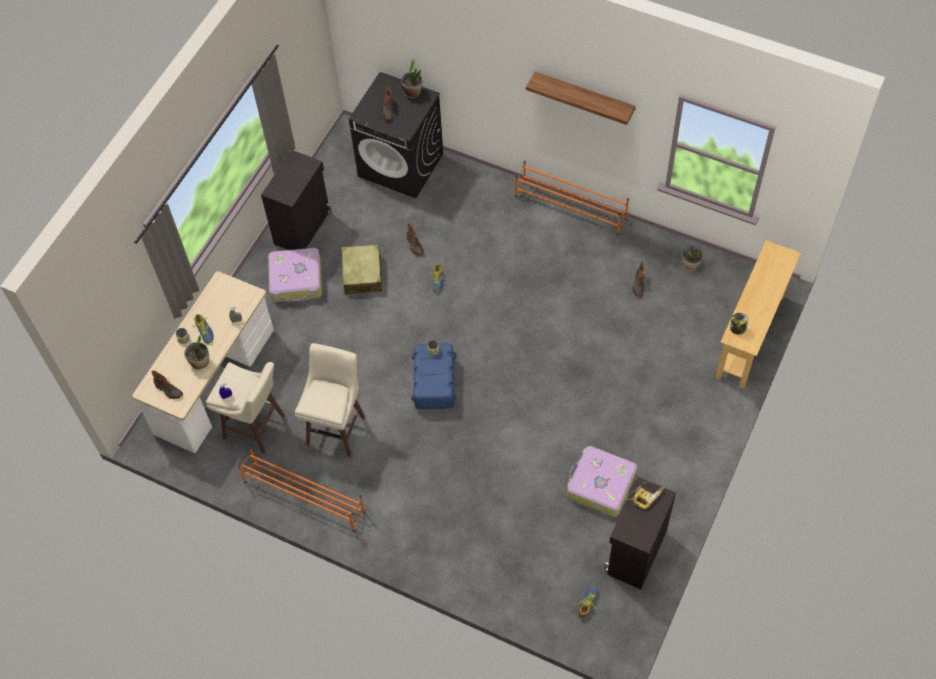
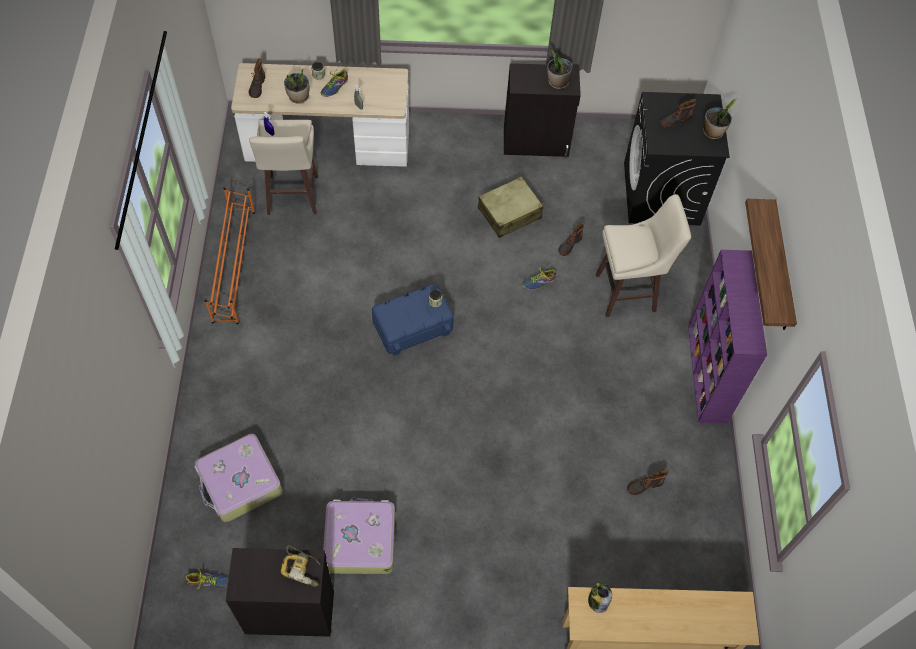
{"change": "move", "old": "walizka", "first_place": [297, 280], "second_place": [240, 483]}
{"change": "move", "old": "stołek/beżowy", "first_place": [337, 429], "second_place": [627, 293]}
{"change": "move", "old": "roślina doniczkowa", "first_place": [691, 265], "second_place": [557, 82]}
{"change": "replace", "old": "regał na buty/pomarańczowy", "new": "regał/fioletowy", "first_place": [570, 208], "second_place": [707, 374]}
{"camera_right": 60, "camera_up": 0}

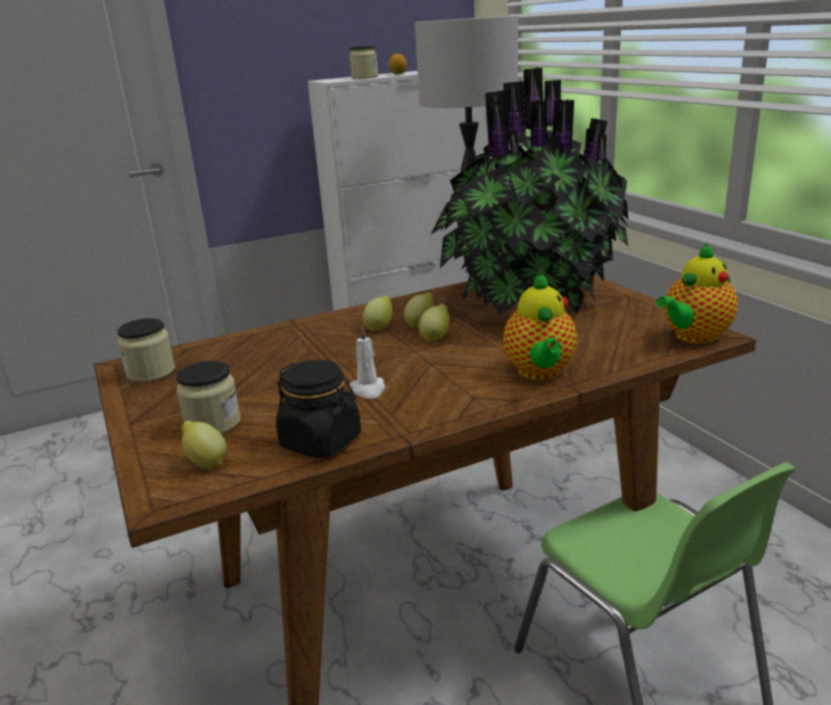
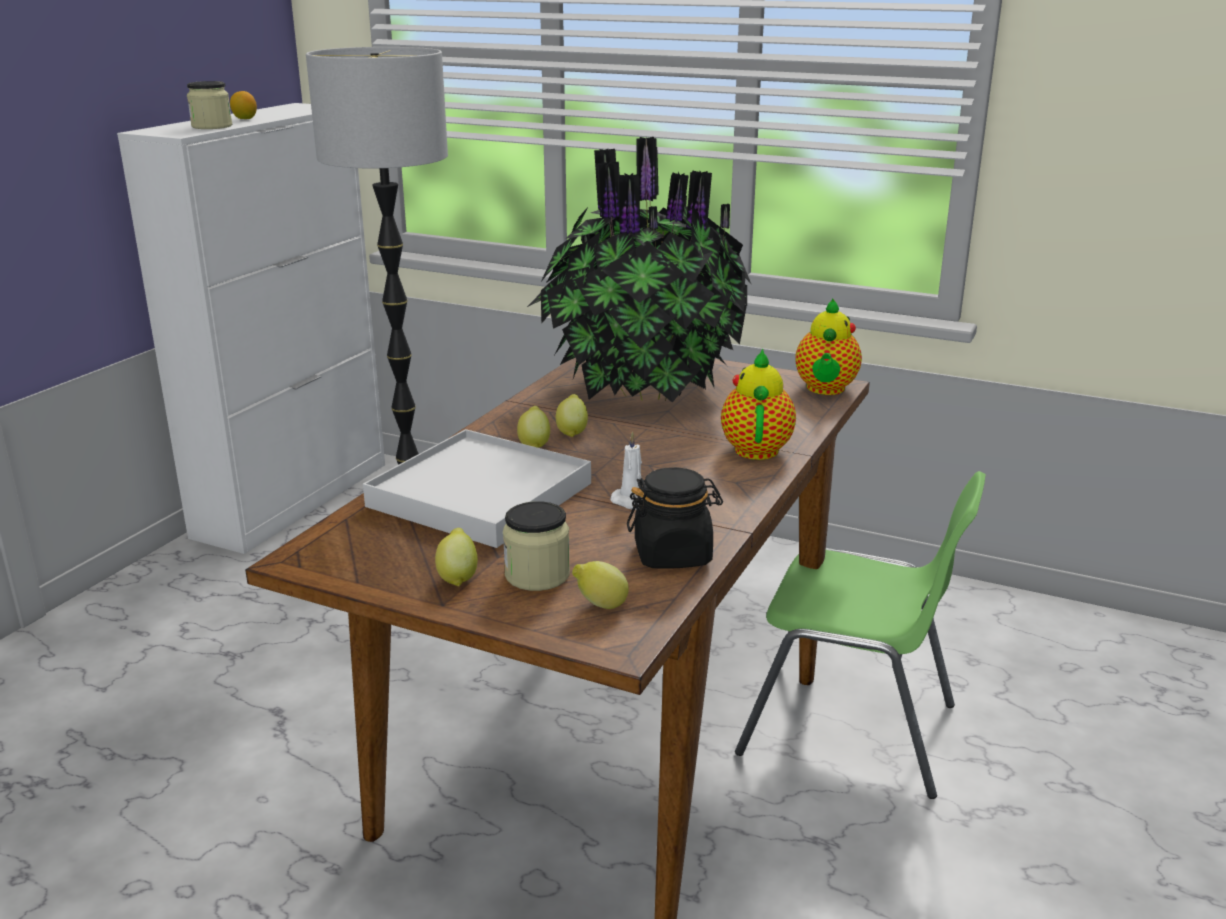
{"change": "delete", "old": "słoik", "first_place": [151, 372]}
{"change": "insert", "new": "taca/biały", "second_place": [479, 495]}
{"change": "move", "old": "cytryna", "first_place": [435, 337], "second_place": [458, 577]}
{"change": "rotate", "old": "imbryk", "first_place": [540, 373], "second_place": [756, 448], "degrees": -135}
{"camera_right": -40, "camera_up": 0}

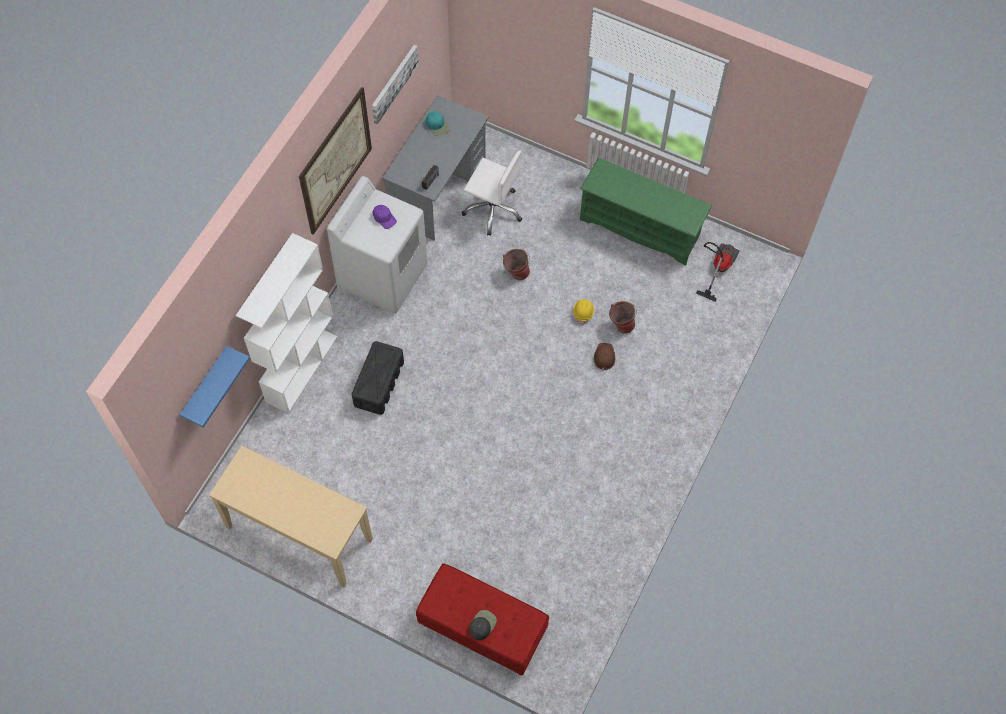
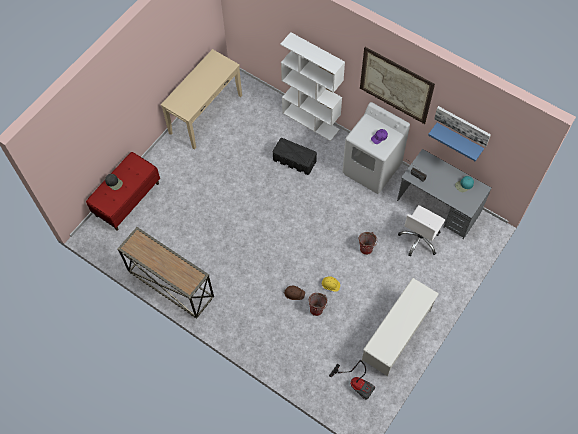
{"change": "insert", "new": "stolik konsolowy", "second_place": [170, 284]}
{"change": "move", "old": "półka/niebieski", "first_place": [206, 386], "second_place": [458, 140]}
{"change": "recolor", "old": "regał na buty/zielony", "new": "regał na buty/biały", "first_place": [640, 227], "second_place": [397, 335]}
{"camera_right": 100, "camera_up": 0}

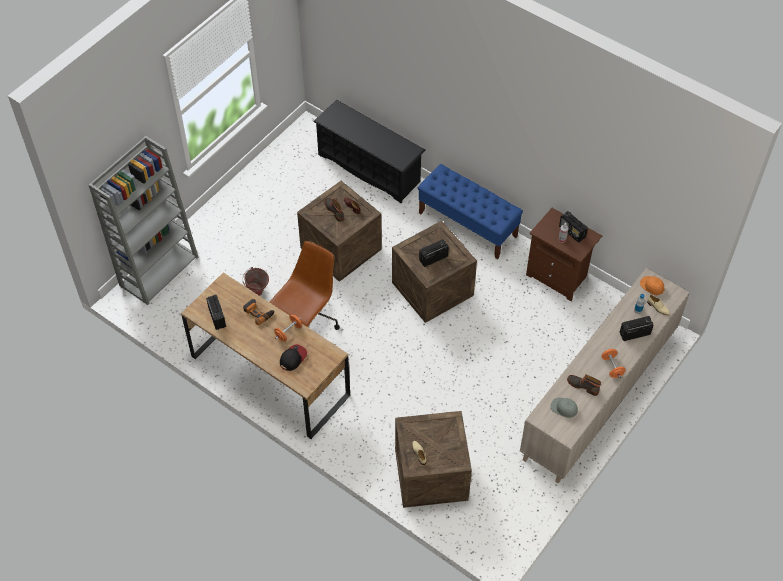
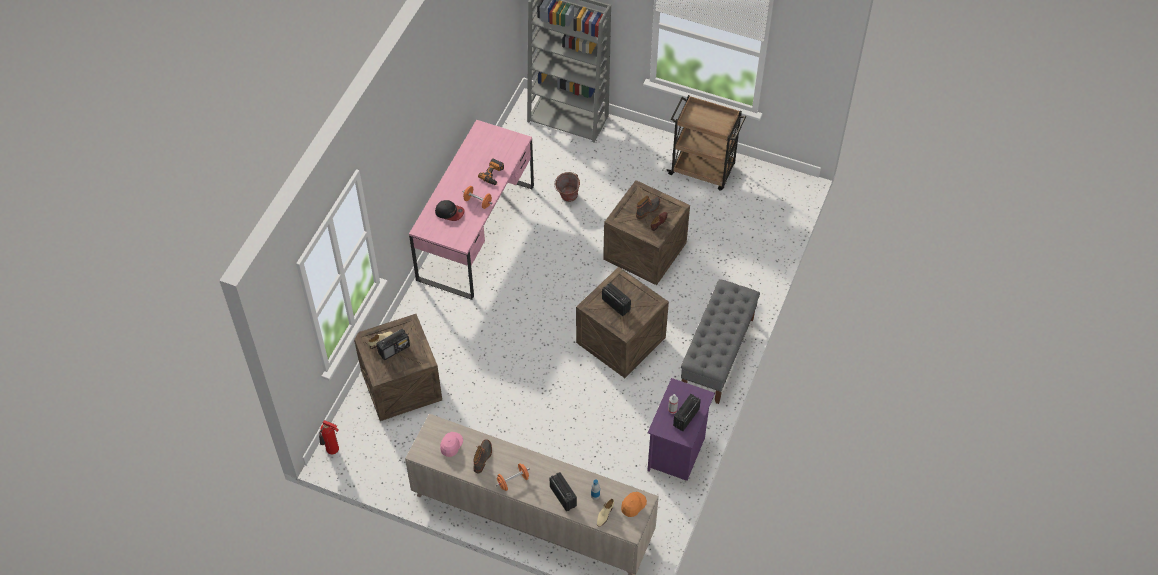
{"change": "delete", "old": "krzesło biurowe/brązowy", "first_place": [307, 322]}
{"change": "delete", "old": "regał na buty/czarny", "first_place": [369, 168]}
{"change": "insert", "new": "gaśnica", "second_place": [332, 450]}
{"change": "insert", "new": "wózek/brązowy", "second_place": [703, 170]}
{"change": "move", "old": "radio", "first_place": [217, 317], "second_place": [394, 349]}
{"change": "recolor", "old": "biurko/brązowy", "new": "biurko/różowy", "first_place": [270, 375], "second_place": [476, 232]}
{"change": "recolor", "old": "ławka/niebieski", "new": "ławka/szary", "first_place": [468, 225], "second_place": [717, 354]}
{"change": "recolor", "old": "szafka nocna/brązowy", "new": "szafka nocna/fioletowy", "first_place": [558, 276], "second_place": [677, 453]}
{"change": "recolor", "old": "czapka z daszkiem/szary", "new": "czapka z daszkiem/różowy", "first_place": [564, 408], "second_place": [451, 445]}
{"camera_right": 75, "camera_up": 0}

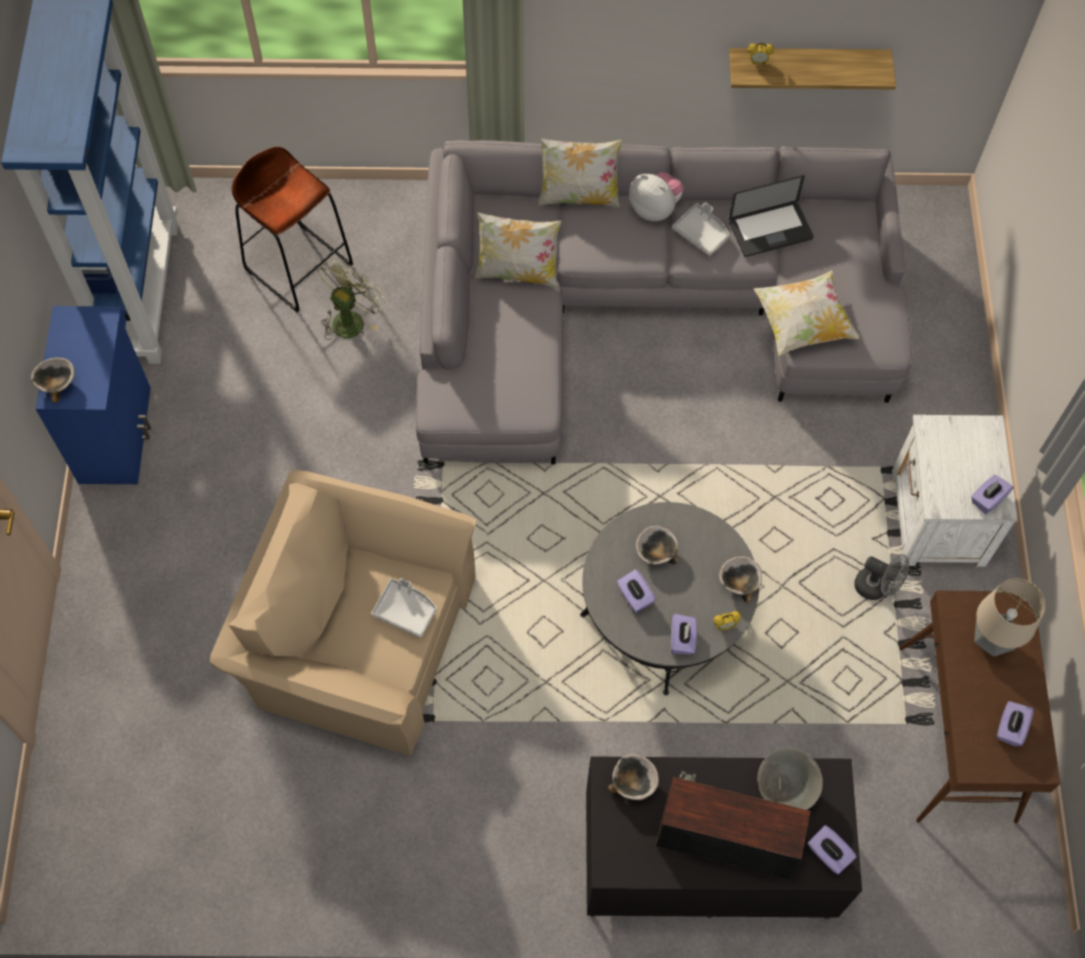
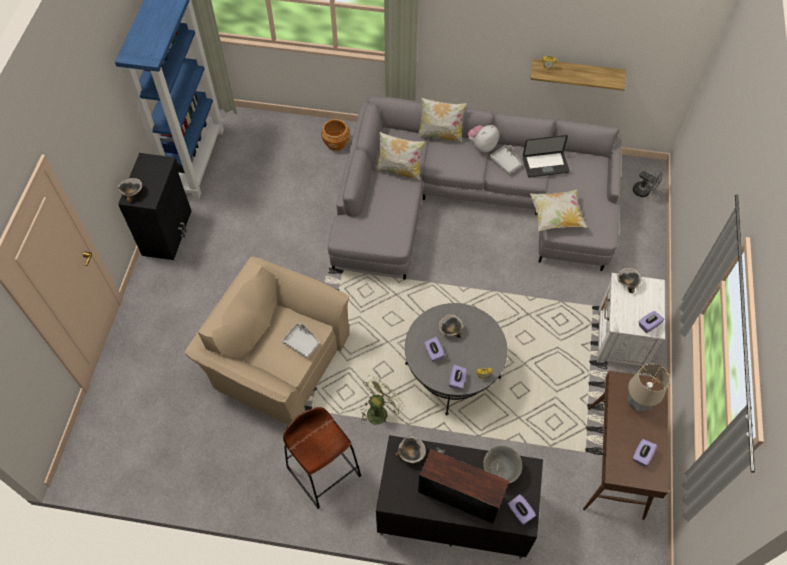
{"change": "insert", "new": "donica/brązowy", "second_place": [336, 143]}
{"change": "move", "old": "stołek/brązowy", "first_place": [298, 266], "second_place": [324, 471]}
{"change": "move", "old": "wentylator/zielony", "first_place": [351, 318], "second_place": [379, 410]}
{"change": "move", "old": "miska", "first_place": [738, 582], "second_place": [627, 283]}
{"change": "move", "old": "wentylator/szary", "first_place": [877, 587], "second_place": [644, 192]}
{"change": "recolor", "old": "szafka/niebieski", "new": "szafka/czarny", "first_place": [117, 434], "second_place": [168, 232]}
{"change": "rotate", "old": "pluszak", "first_place": [654, 208], "second_place": [482, 146], "degrees": -90}
{"camera_right": 10, "camera_up": -5}

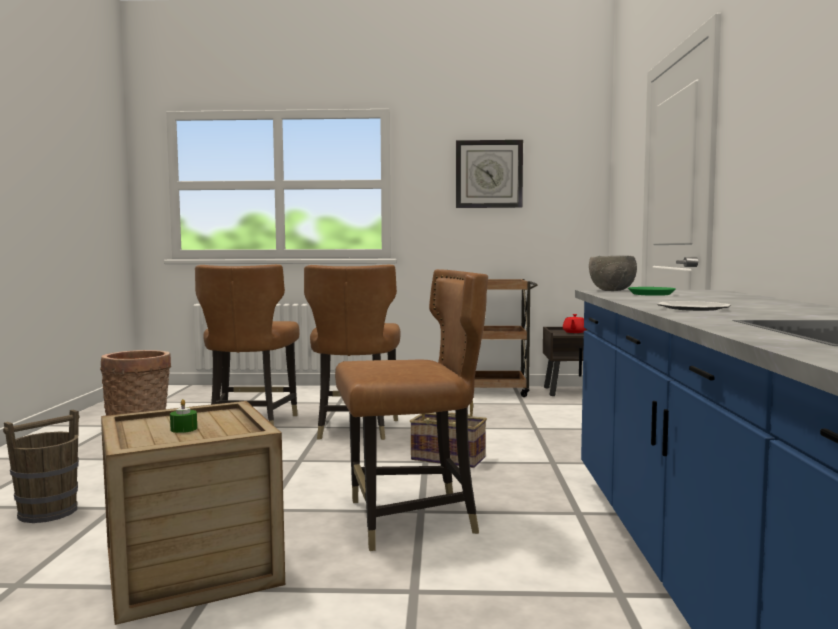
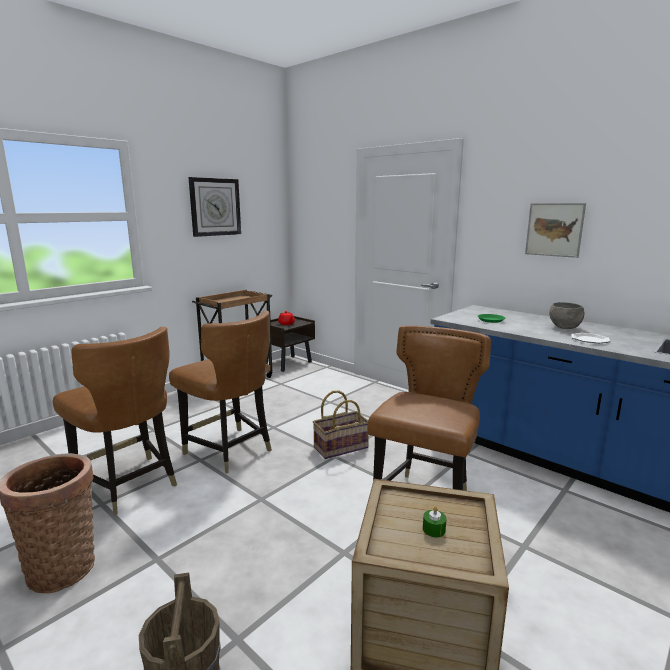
{"change": "insert", "new": "obraz", "second_place": [554, 229]}
{"change": "move", "old": "miska/szary", "first_place": [611, 291], "second_place": [565, 328]}
{"camera_right": -50, "camera_up": 10}

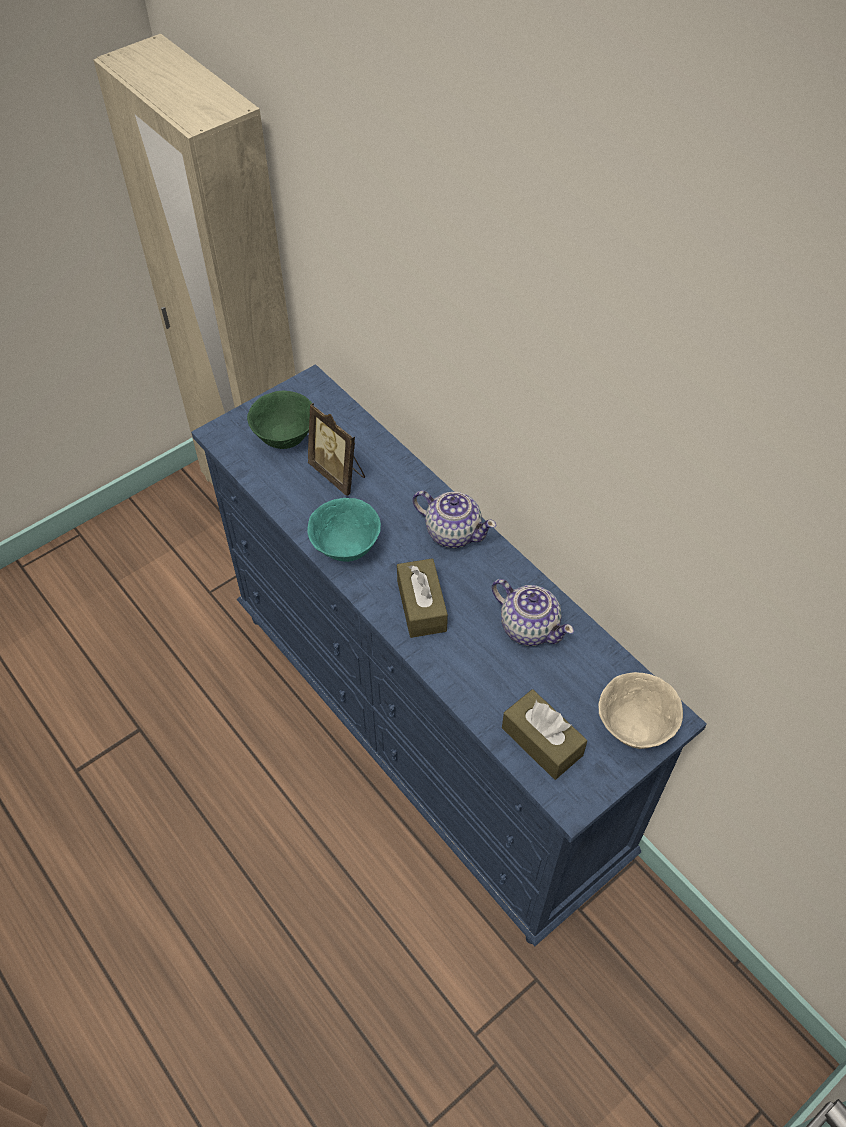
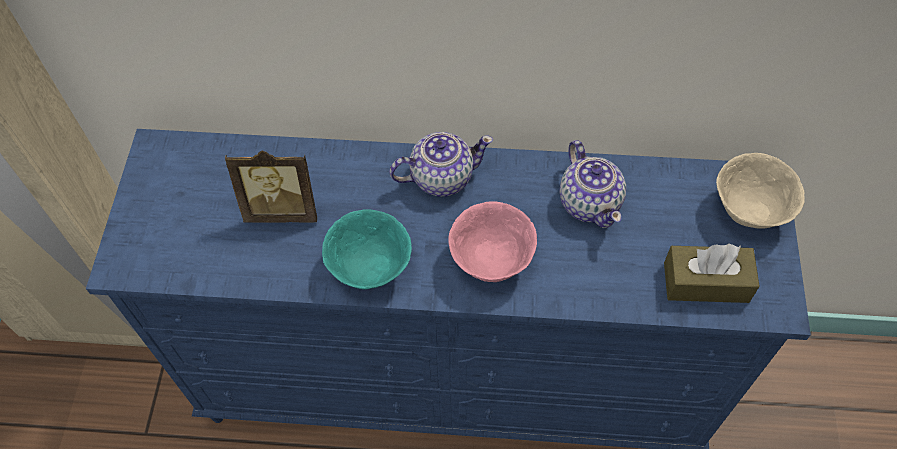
{"change": "delete", "old": "miska/zielony", "first_place": [285, 438]}
{"change": "replace", "old": "pudełko chusteczek/brązowy", "new": "miska/różowy", "first_place": [421, 606], "second_place": [492, 260]}
{"change": "rotate", "old": "imbryk", "first_place": [529, 626], "second_place": [590, 202], "degrees": 75}
{"camera_right": -45, "camera_up": 5}

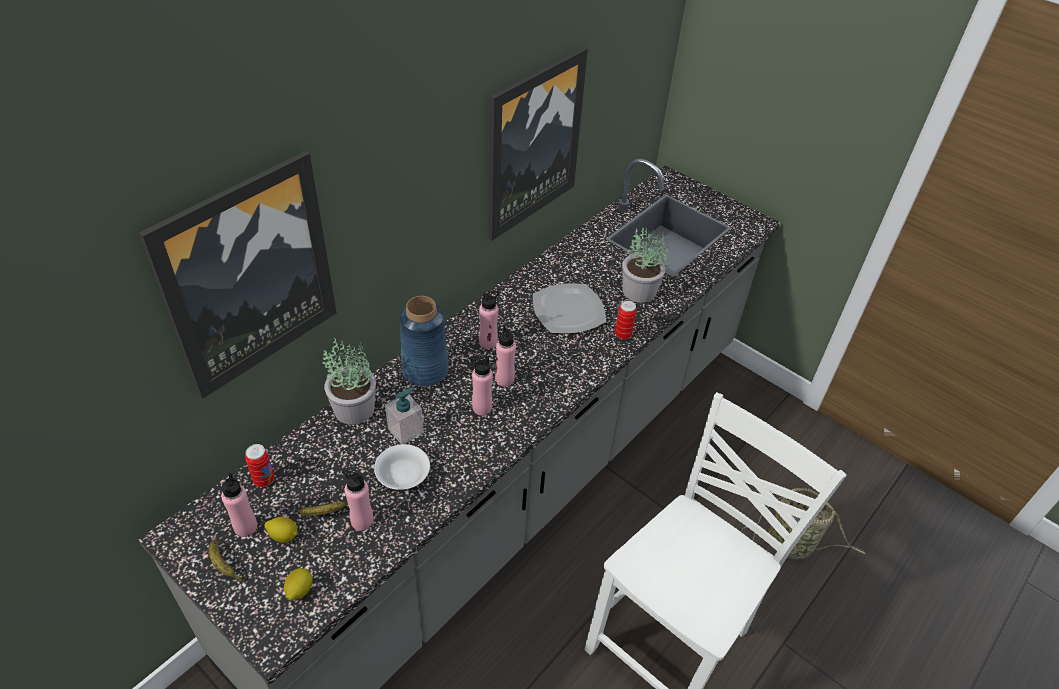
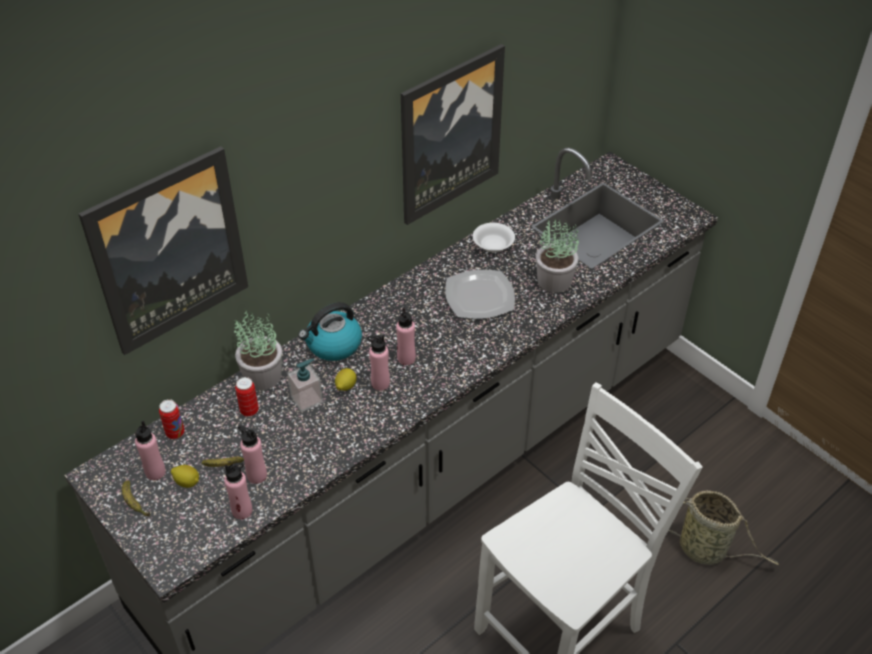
{"change": "move", "old": "cytryna", "first_place": [299, 590], "second_place": [345, 386]}
{"change": "move", "old": "miska/biały", "first_place": [402, 475], "second_place": [492, 245]}
{"change": "move", "old": "butelka/różowy", "first_place": [488, 342], "second_place": [242, 510]}
{"change": "move", "old": "puszka", "first_place": [623, 334], "second_place": [249, 410]}
{"change": "replace", "old": "wazon/niebieski", "new": "czajnik", "first_place": [425, 370], "second_place": [333, 345]}
{"camera_right": 10, "camera_up": 0}

